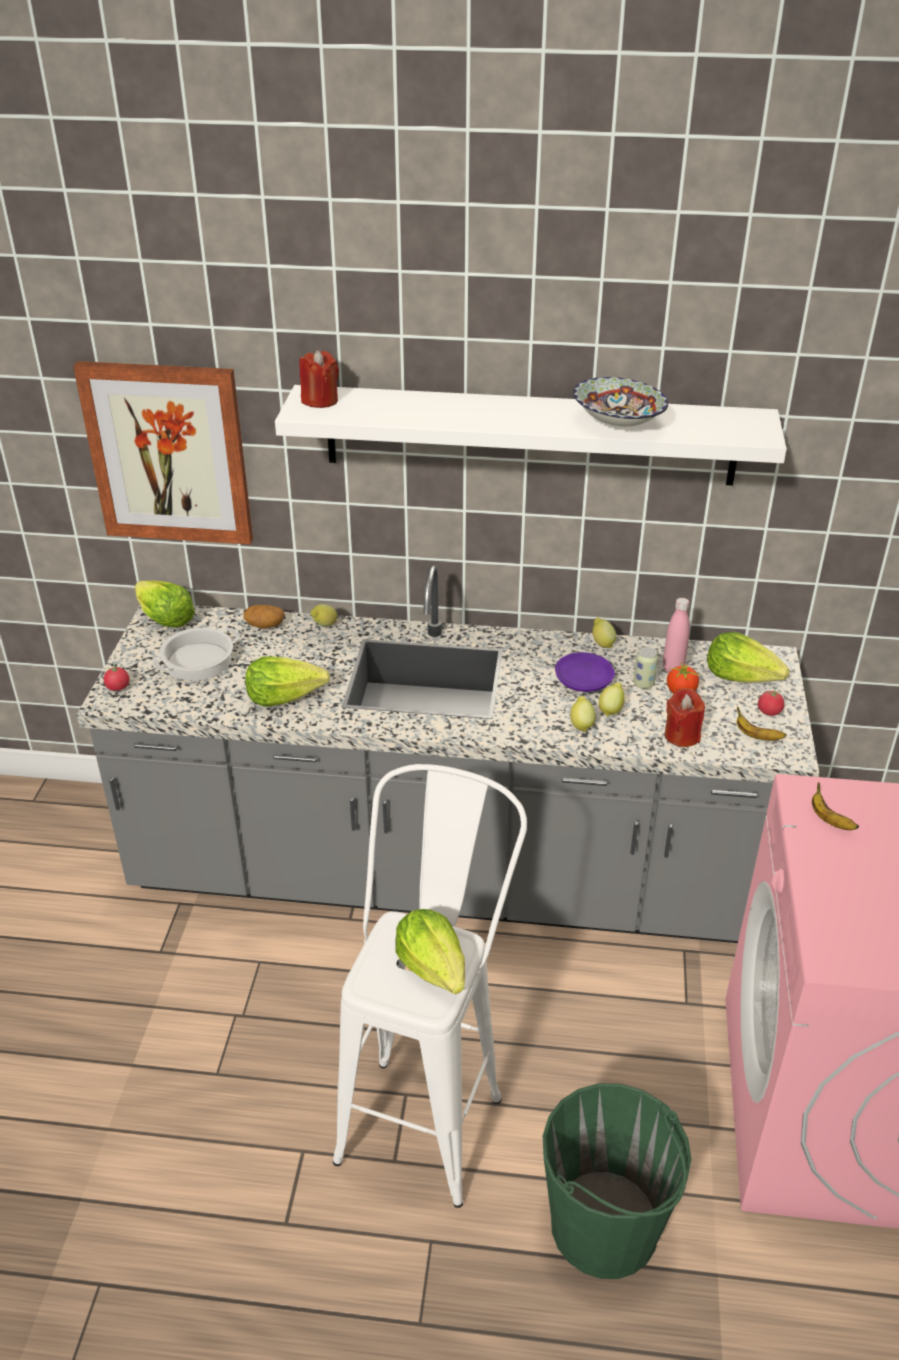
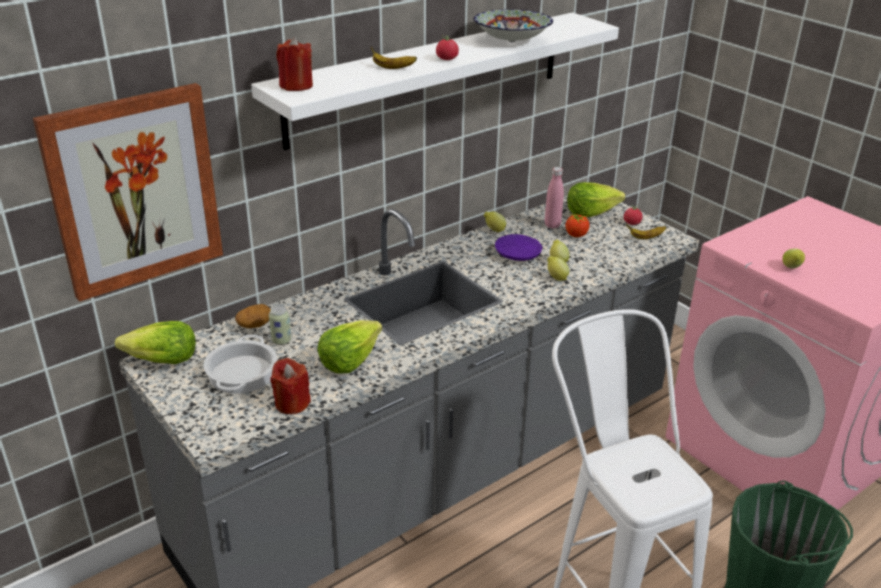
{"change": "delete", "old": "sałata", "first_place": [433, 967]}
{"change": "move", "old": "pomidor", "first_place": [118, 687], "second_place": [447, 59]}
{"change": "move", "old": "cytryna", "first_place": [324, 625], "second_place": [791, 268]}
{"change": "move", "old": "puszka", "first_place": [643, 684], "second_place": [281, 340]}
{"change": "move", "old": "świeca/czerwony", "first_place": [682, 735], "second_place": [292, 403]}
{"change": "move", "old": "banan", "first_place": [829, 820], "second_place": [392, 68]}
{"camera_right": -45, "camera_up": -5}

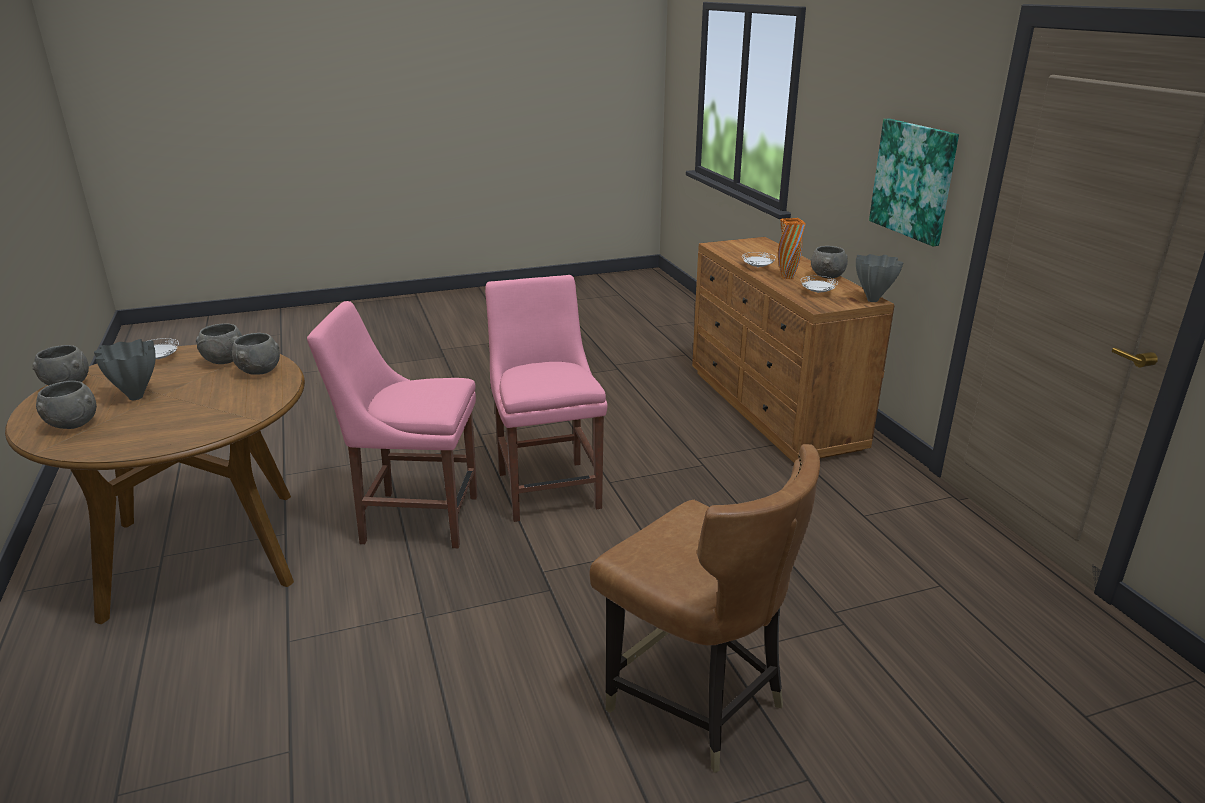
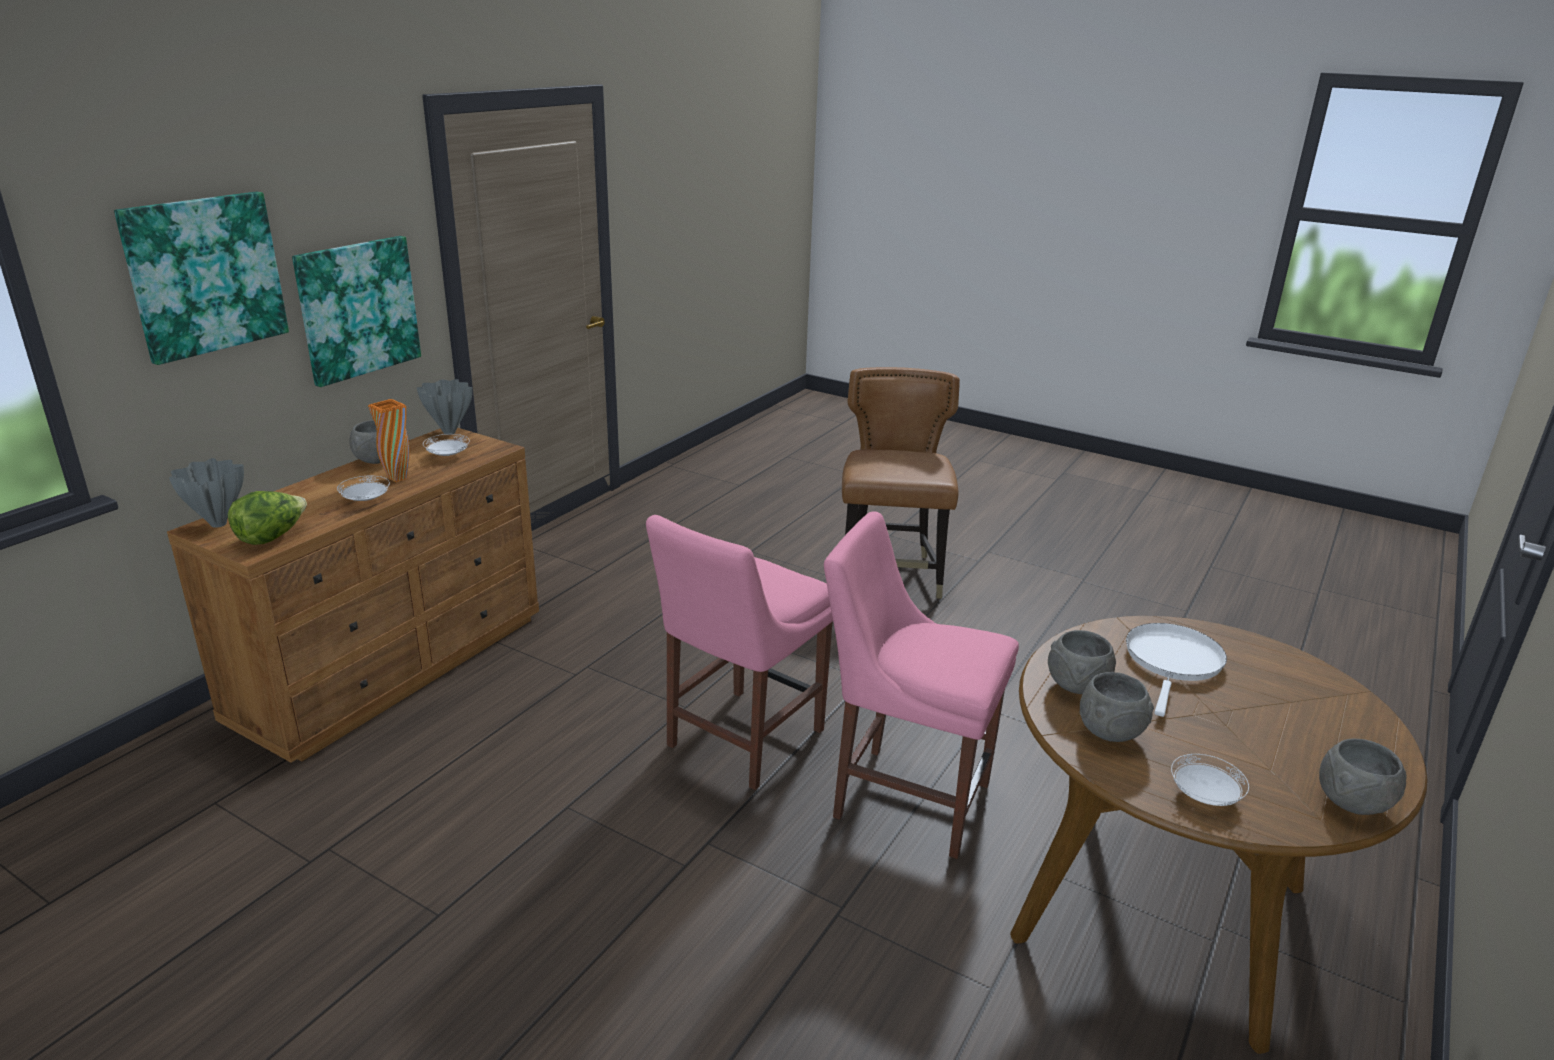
{"change": "delete", "old": "miska/szary", "first_place": [72, 425]}
{"change": "insert", "new": "obraz", "second_place": [205, 275]}
{"change": "insert", "new": "sałata", "second_place": [272, 537]}
{"change": "insert", "new": "patelnia/biały", "second_place": [1172, 662]}
{"change": "move", "old": "wazon/szary", "first_place": [137, 397], "second_place": [219, 523]}
{"change": "rotate", "old": "krzesło/różowy", "first_place": [414, 518], "second_place": [904, 796], "degrees": 150}
{"camera_right": -130, "camera_up": 0}

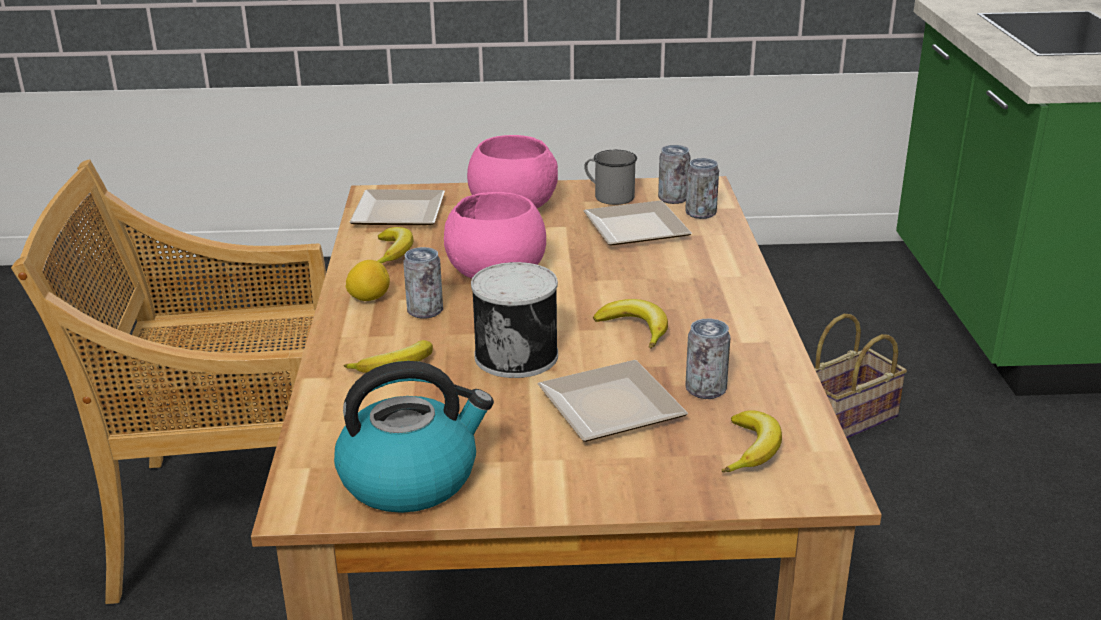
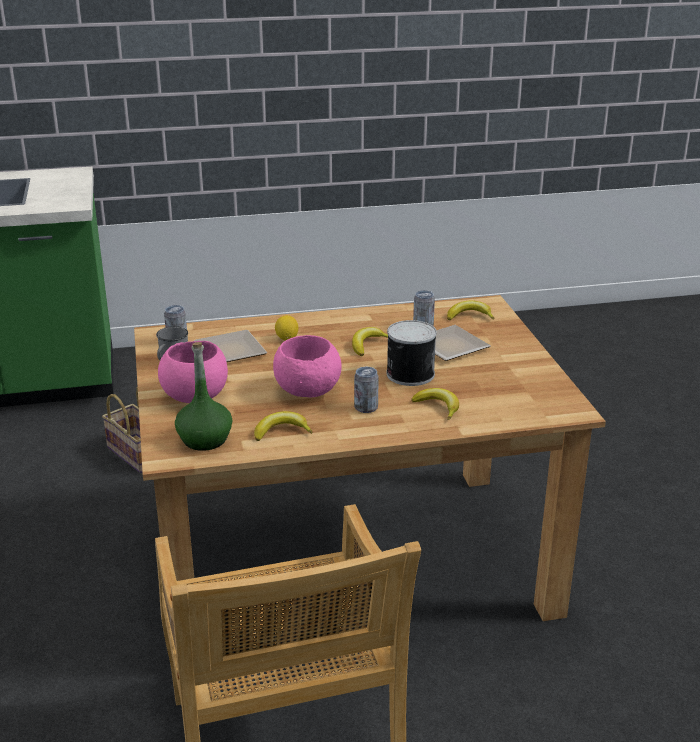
{"change": "delete", "old": "czajnik", "first_place": [411, 478]}
{"change": "delete", "old": "puszka", "first_place": [700, 213]}
{"change": "move", "old": "cytryna", "first_place": [369, 298], "second_place": [287, 338]}
{"change": "replace", "old": "talerz", "new": "butelka/zielony", "first_place": [402, 212], "second_place": [204, 439]}
{"camera_right": -100, "camera_up": 0}

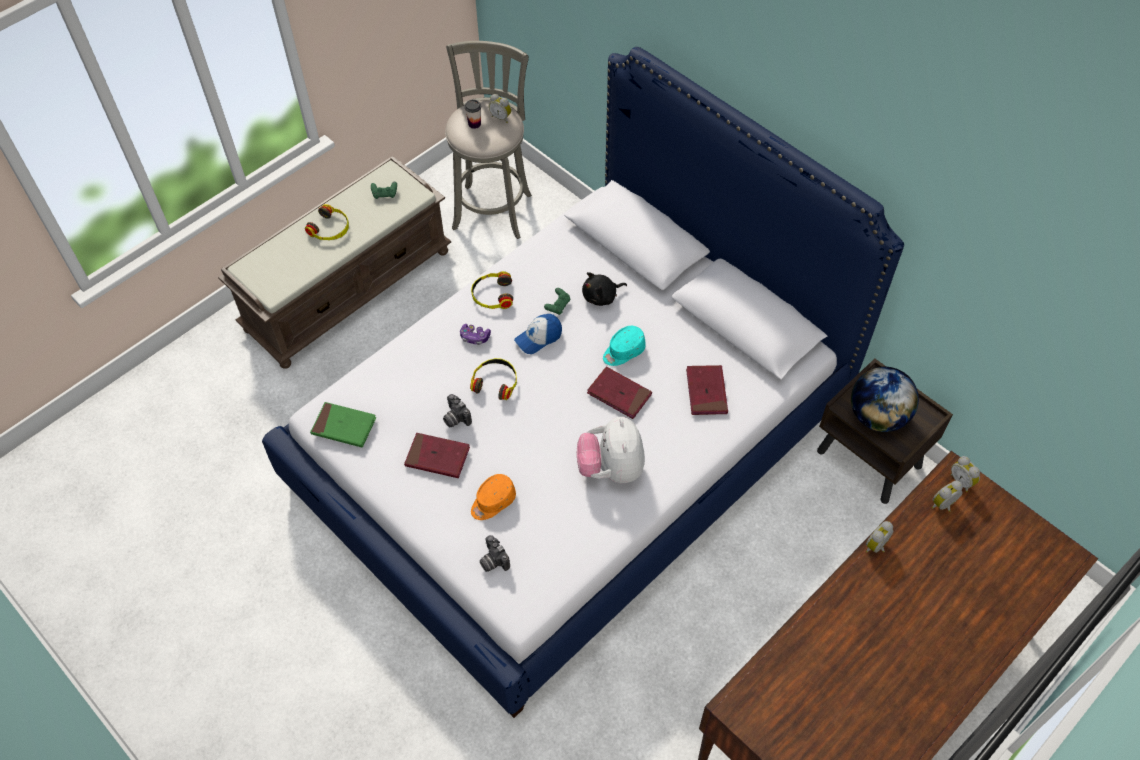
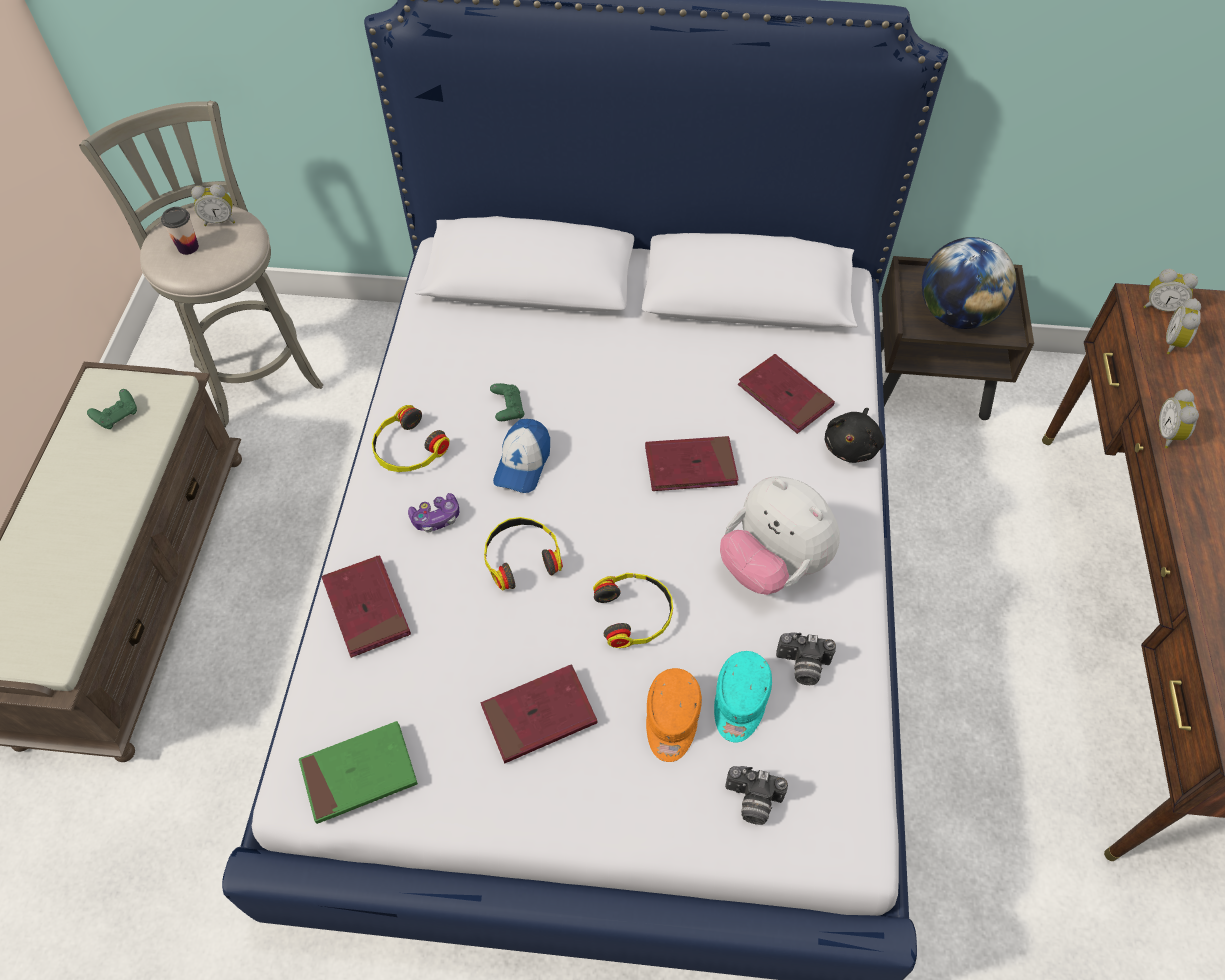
{"change": "insert", "new": "książka/czerwony", "second_place": [367, 608]}
{"change": "move", "old": "słuchawki", "first_place": [330, 229], "second_place": [635, 613]}
{"change": "move", "old": "aparat fotograficzny", "first_place": [455, 418], "second_place": [802, 667]}
{"change": "move", "old": "pluszak/czarny", "first_place": [601, 296], "second_place": [852, 446]}
{"change": "move", "old": "czapka z daszkiem/turkusowy", "first_place": [623, 351], "second_place": [740, 702]}
{"camera_right": -40, "camera_up": 0}

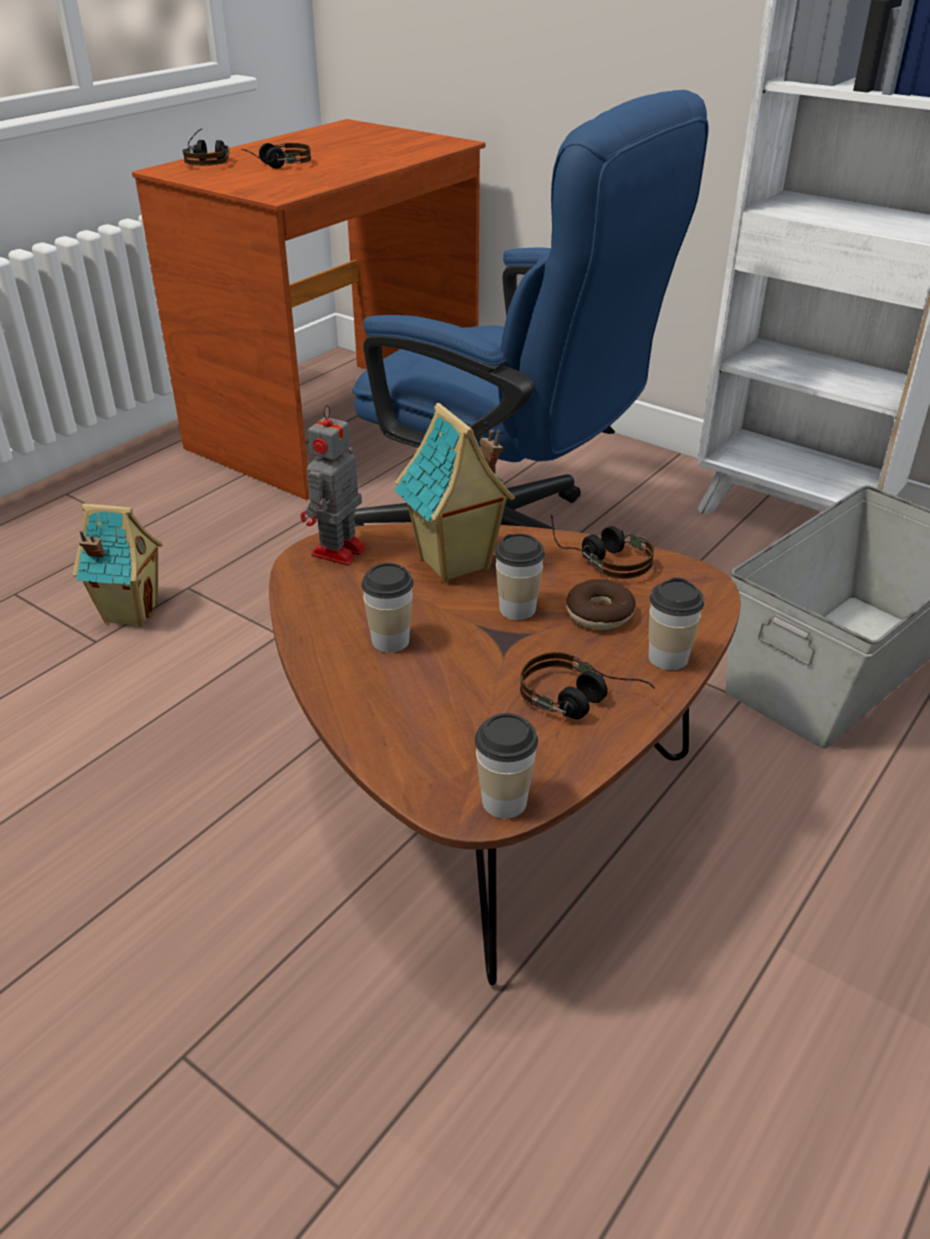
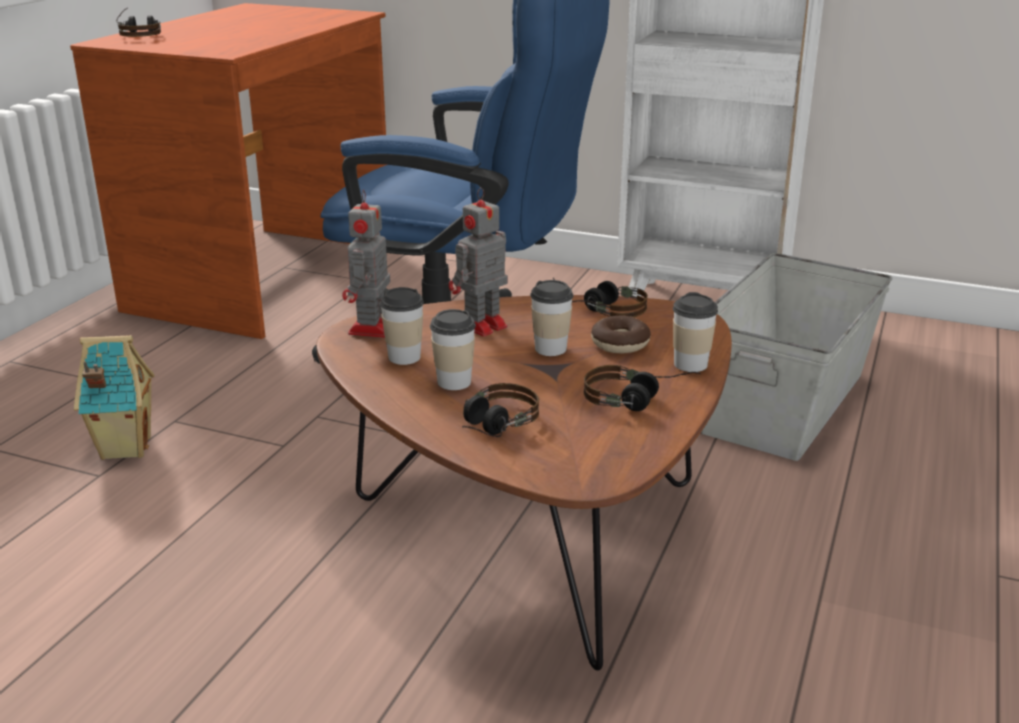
{"change": "move", "old": "słuchawki", "first_place": [275, 166], "second_place": [491, 428]}
{"change": "move", "old": "filiżanka", "first_place": [504, 801], "second_place": [404, 357]}
{"change": "replace", "old": "domek", "new": "robot zabawkowy", "first_place": [455, 564], "second_place": [480, 326]}
{"camera_right": -15, "camera_up": -10}

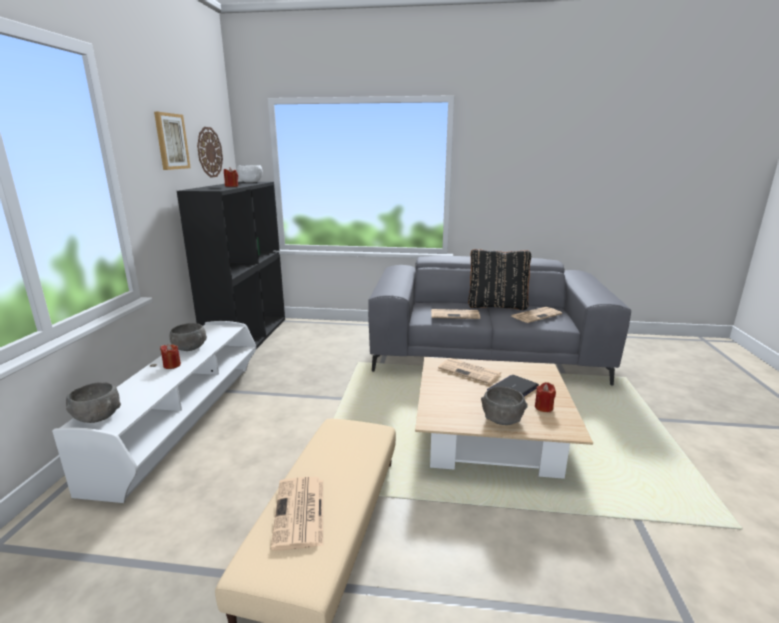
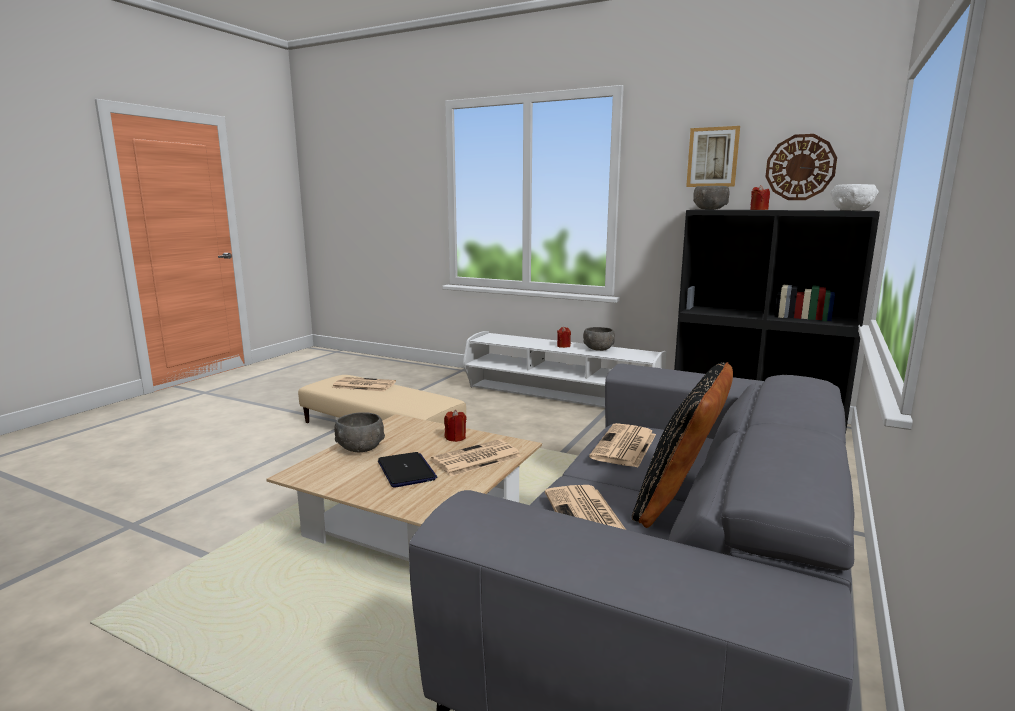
{"change": "move", "old": "miska/szary", "first_place": [97, 417], "second_place": [709, 209]}
{"change": "move", "old": "świeca/czerwony", "first_place": [543, 407], "second_place": [455, 438]}
{"camera_right": 110, "camera_up": -5}

